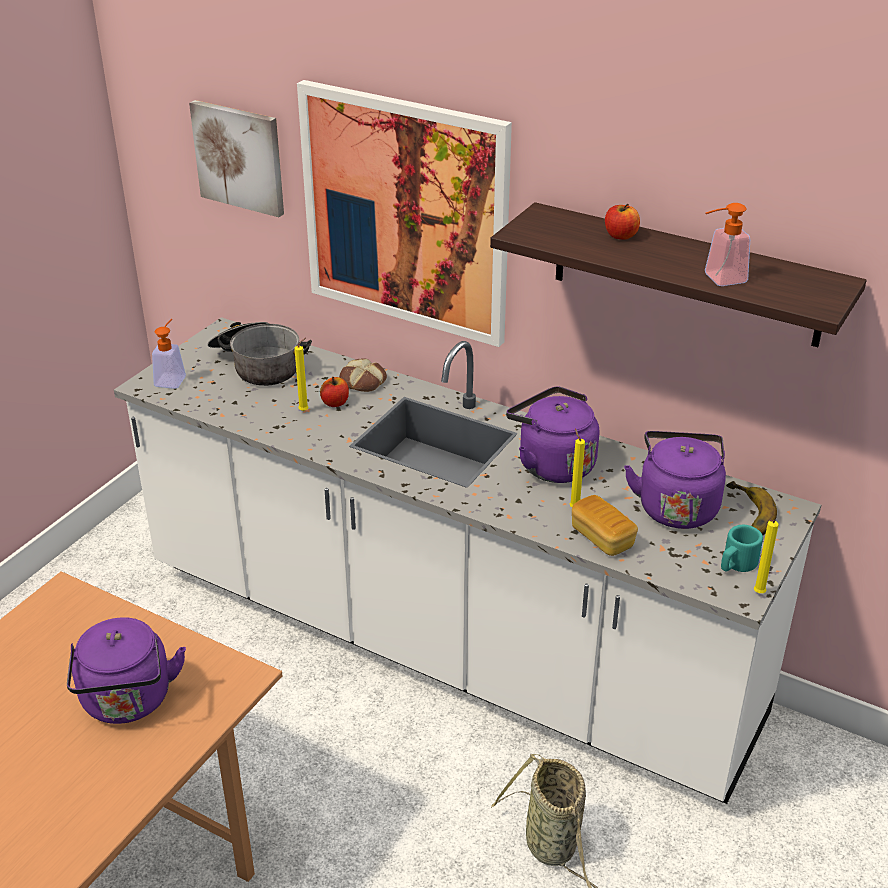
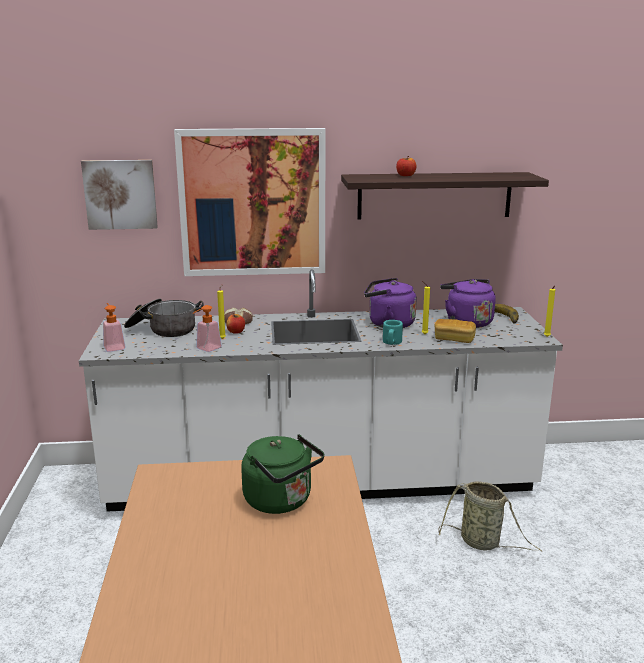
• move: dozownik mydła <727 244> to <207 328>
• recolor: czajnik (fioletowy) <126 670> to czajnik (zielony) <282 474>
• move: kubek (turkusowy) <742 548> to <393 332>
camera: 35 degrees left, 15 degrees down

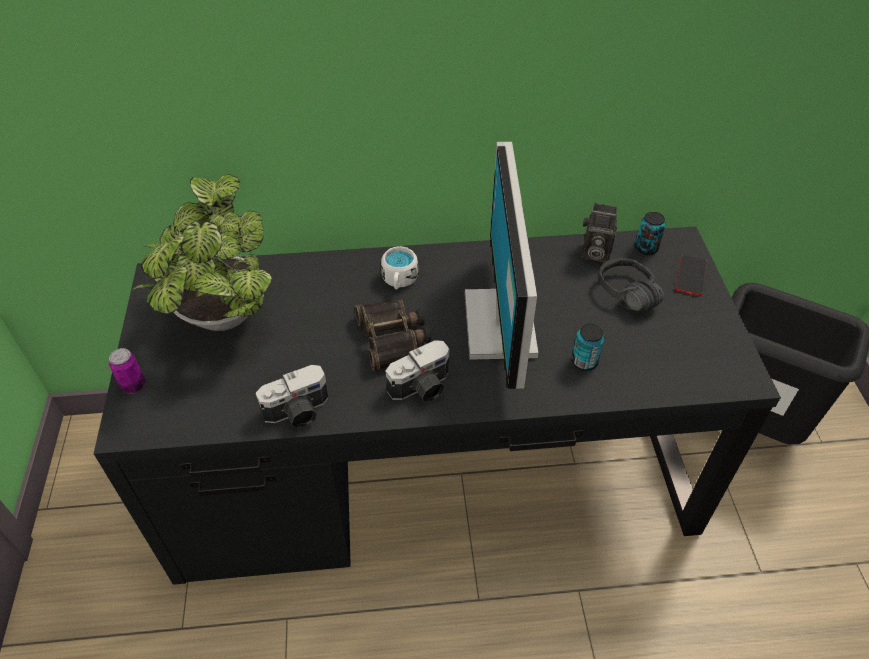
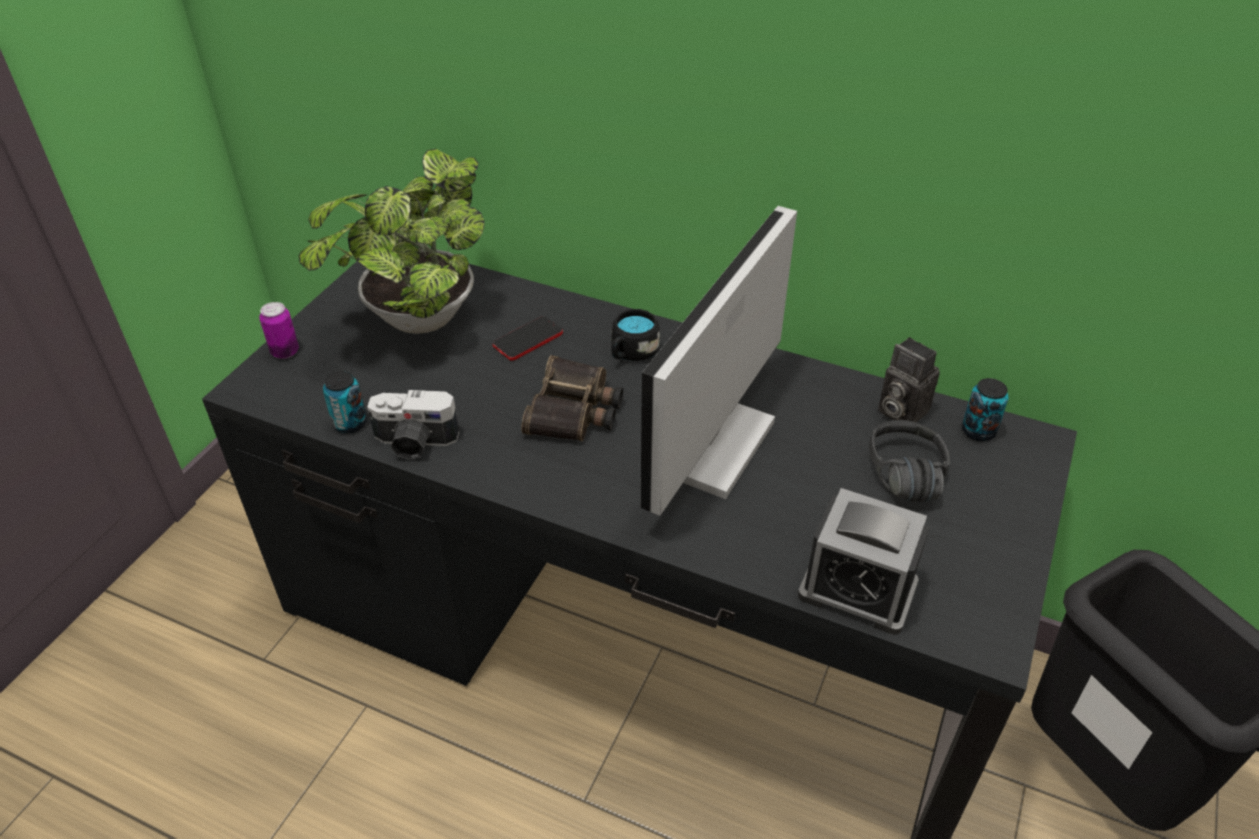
• move: puszka <588 347> to <345 402>
• move: telefon <691 275> to <528 338>
• recolor: kubek (biały) <400 268> to kubek (czarny) <635 335>
• insert: budzik <864 561>
• delete: aparat fotograficzny <418 371>
camera: 30 degrees right, 5 degrees down

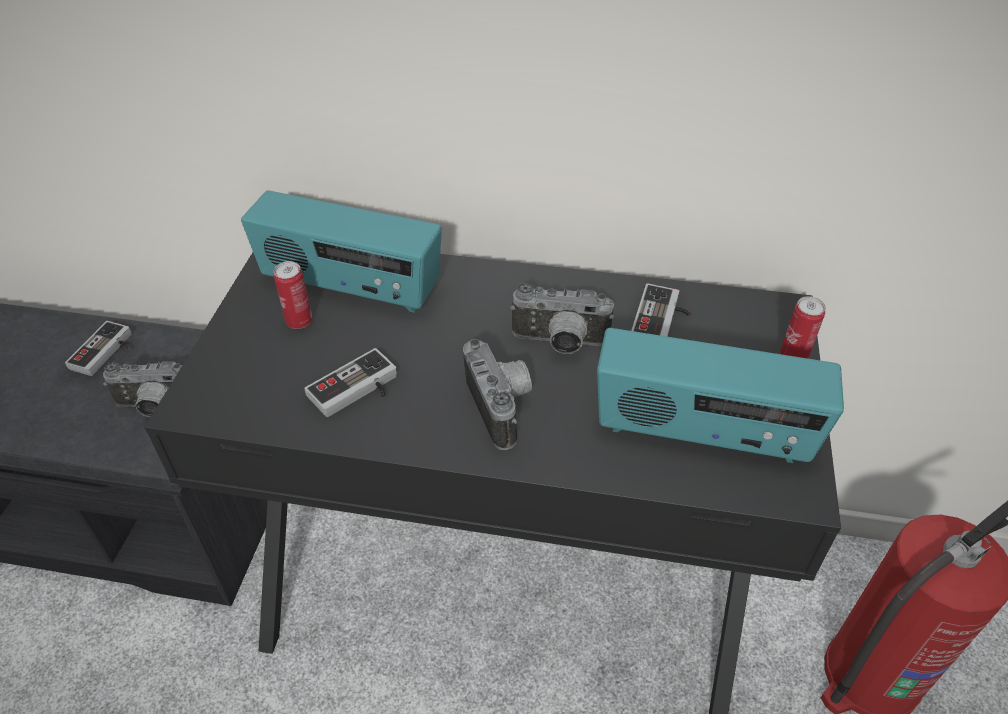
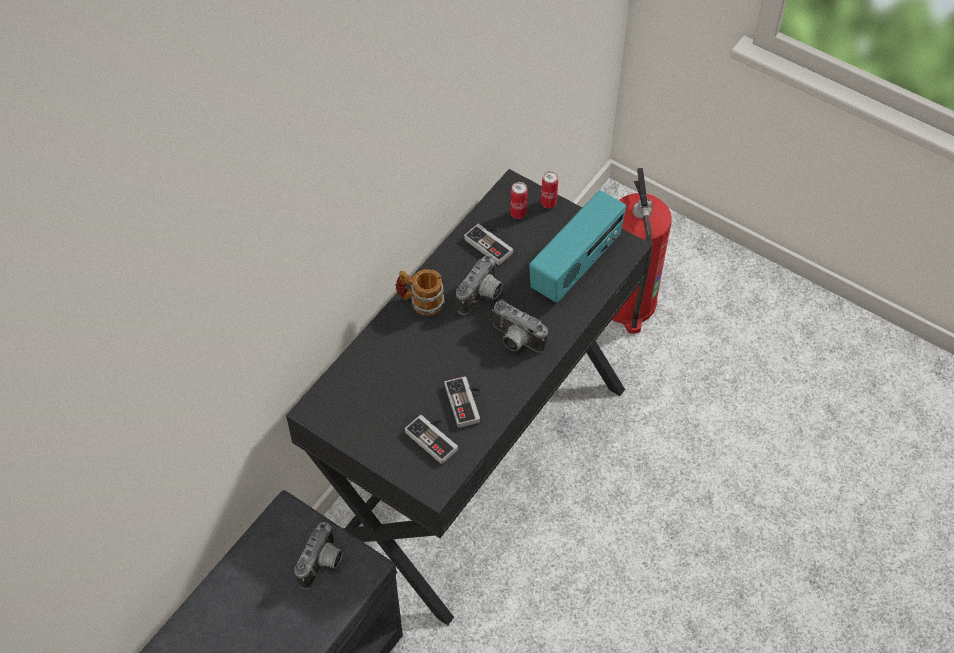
• insert: kubek <420 292>
• move: pad do gier <98 348> to <431 439>
• rotate: aparat fotograficzny <497 394> = <520 326> 150 degrees counterclockwise
• move: puszka <293 295> to <519 200>
• delete: radio <341 251>
camera: 65 degrees left, 10 degrees up

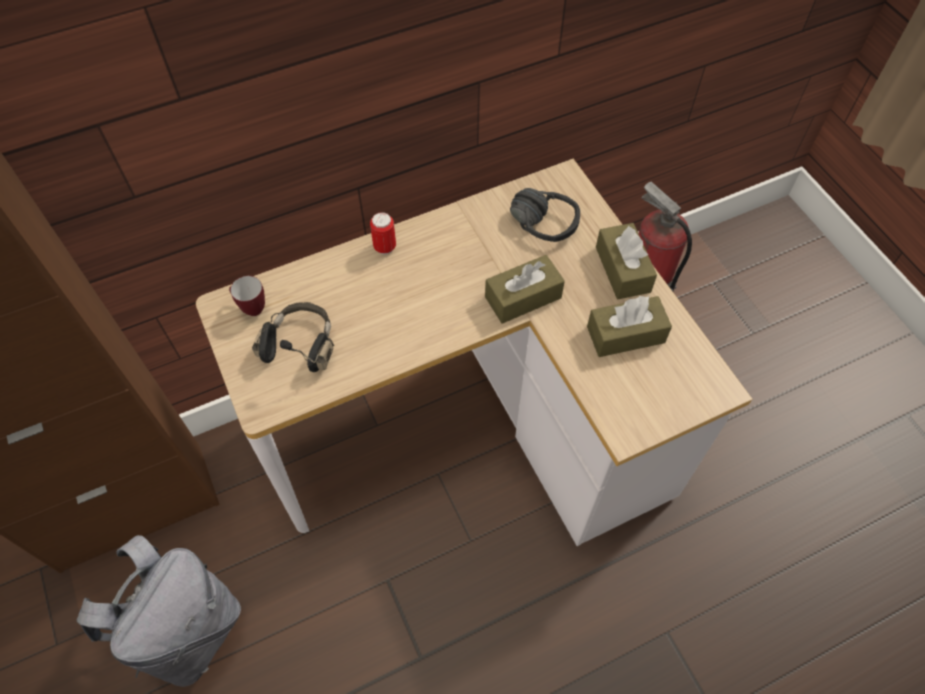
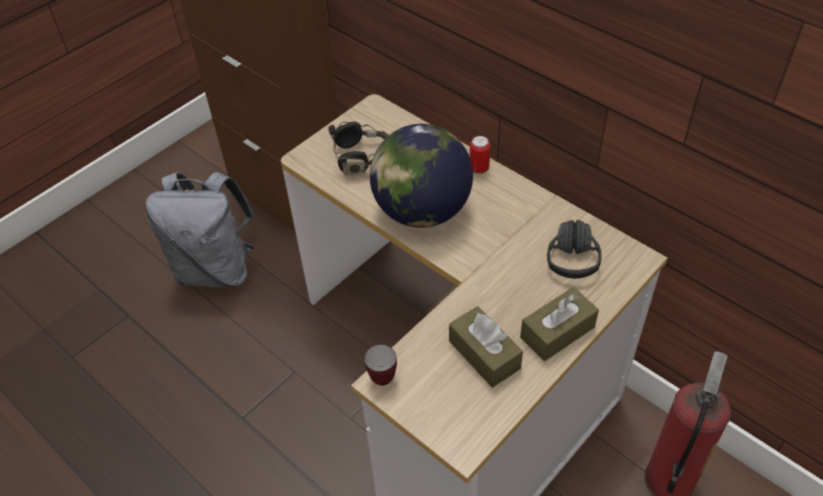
• move: kubek <247 296> to <380 365>
• insert: globus <421 176>
• delete: pudełko chusteczek (brązowy) <525 289>
camera: 70 degrees right, 10 degrees down

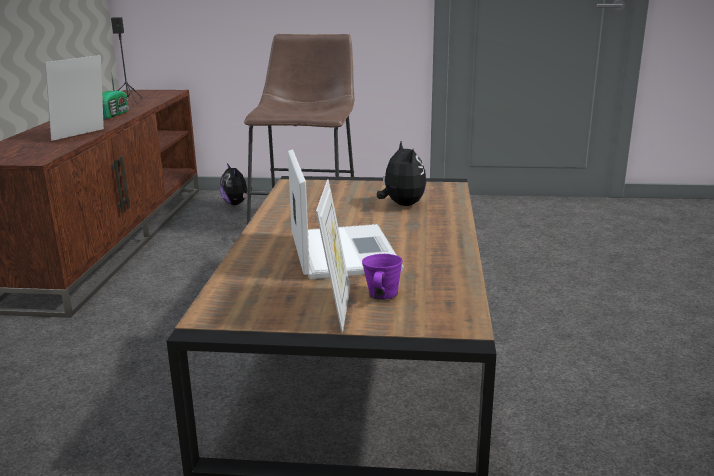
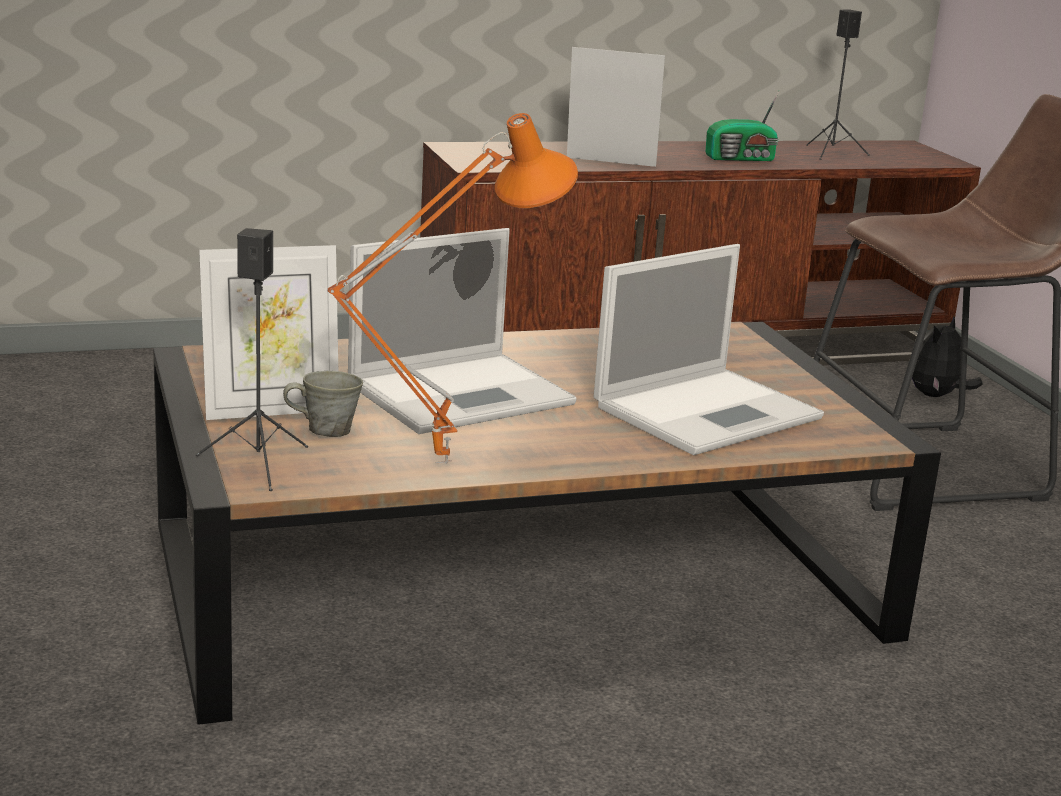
• insert: głośnik (czarny) <252 359>
• recolor: kubek (fioletowy) <382 277> to kubek (szary) <323 404>
• insert: lampa stołowa (pomarańczowy) <453 288>
• replace: pluszak <401 173> to laptop <709 349>
camera: 65 degrees right, 0 degrees up

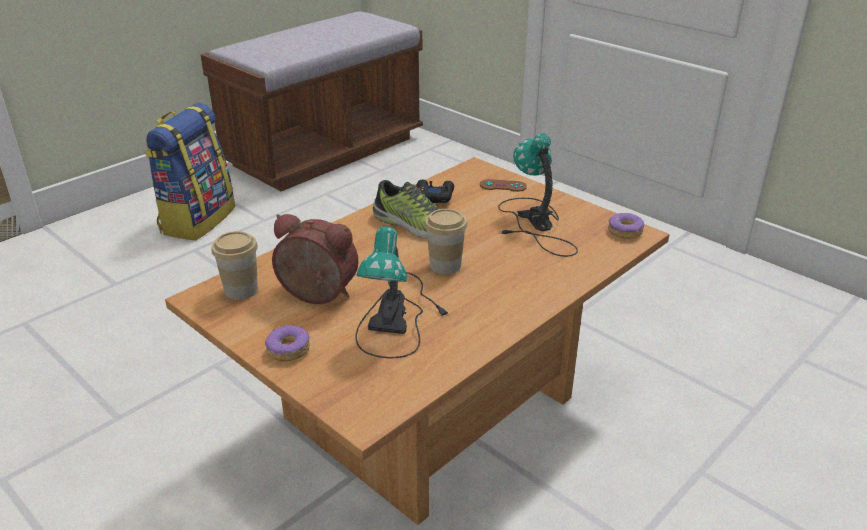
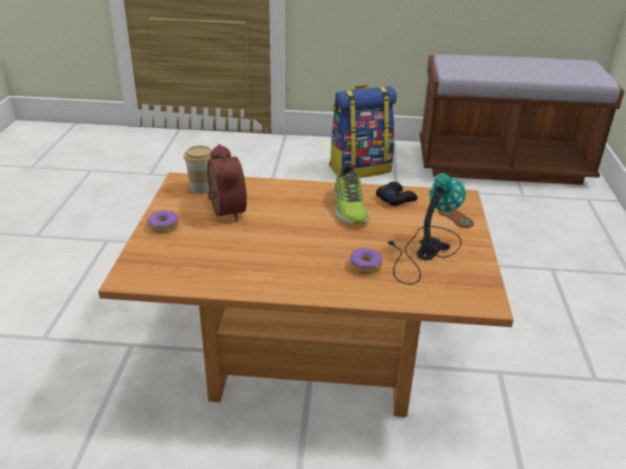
• move: donut <626 226> to <366 261>
• delete: lampa stołowa <402 292>
• delete: filiżanka <446 241>
camera: 50 degrees right, 0 degrees up

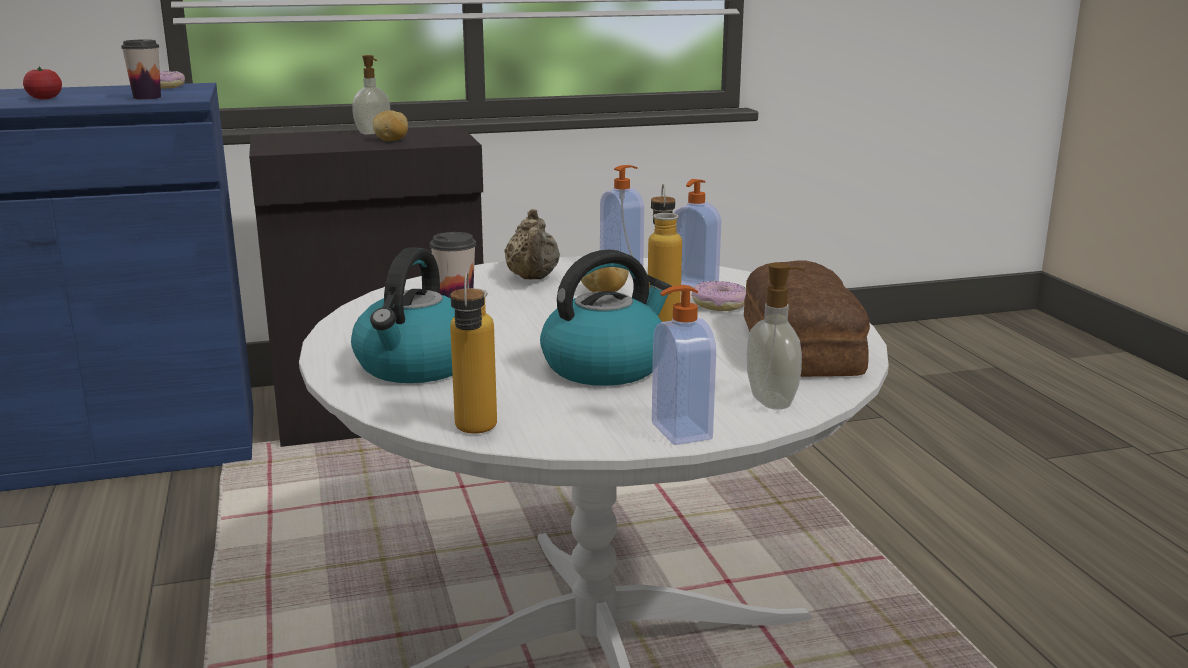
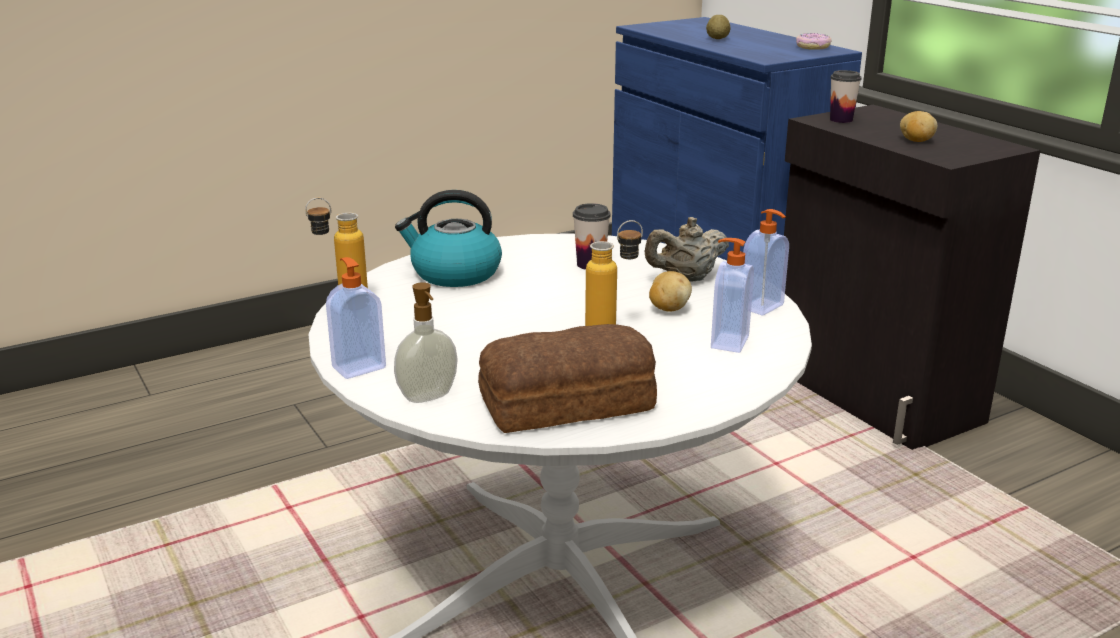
• replace: pomidor <42 82> to ziemniak <718 27>
• move: filiżanka <141 69> to <846 96>
• delete: dozownik mydła <372 95>
• delete: czajnik <606 317>
• delete: donut <718 296>
camera: 75 degrees right, 5 degrees up

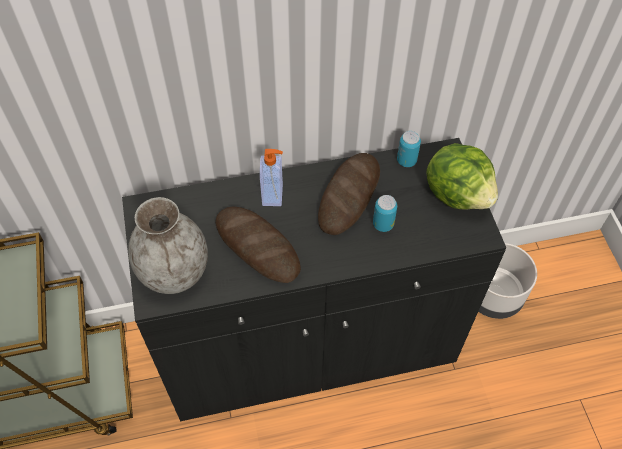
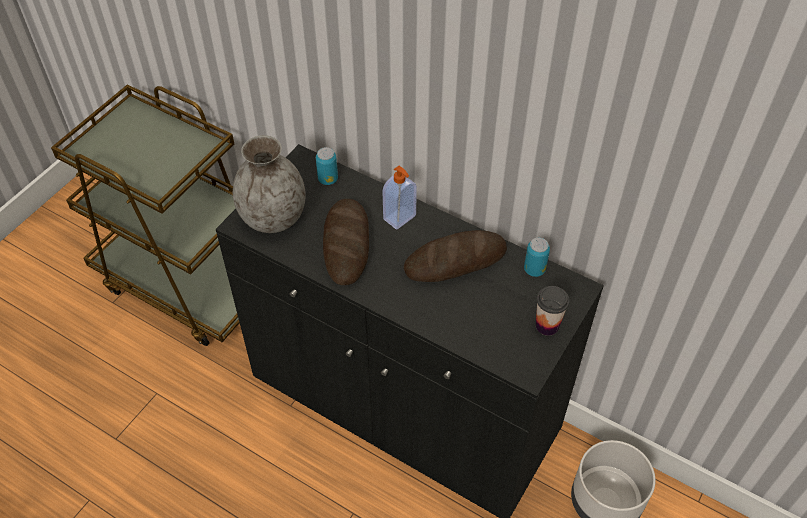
• move: puszka <385 213> to <327 166>
• replace: sałata <462 176> to filiżanka <553 310>
camera: 45 degrees right, 5 degrees down

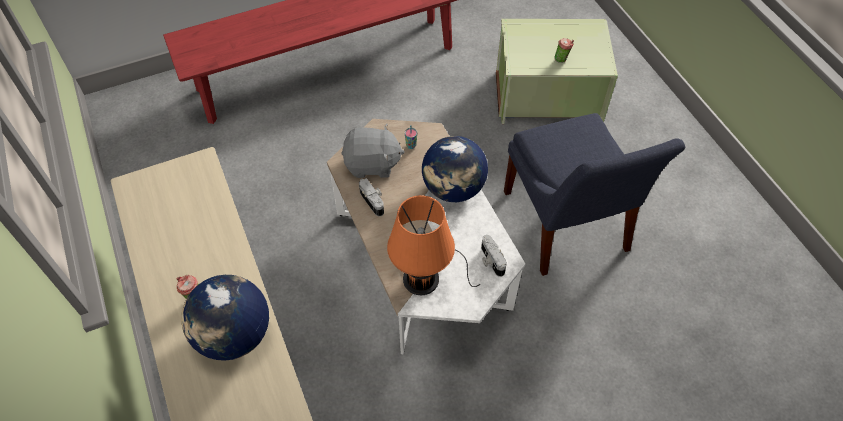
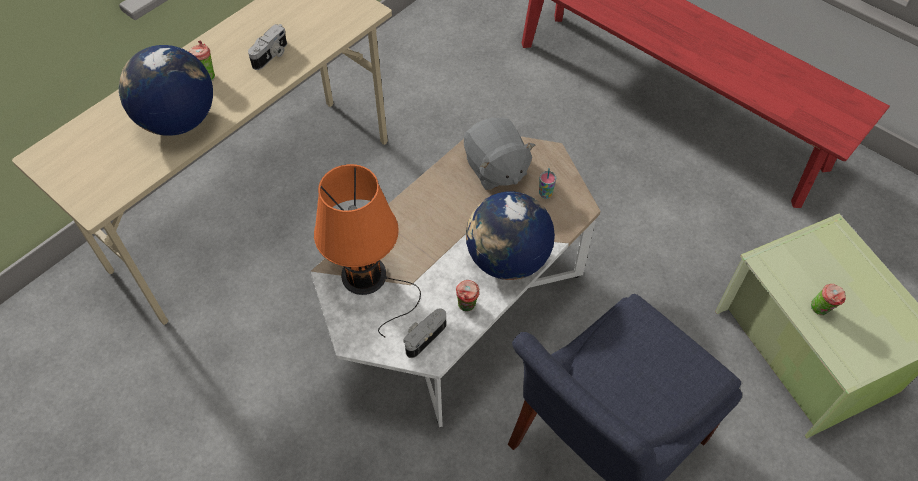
• move: aparat fotograficzny <371 197> to <267 47>
• insert: filiżanka <467 296>
camera: 65 degrees right, 0 degrees up

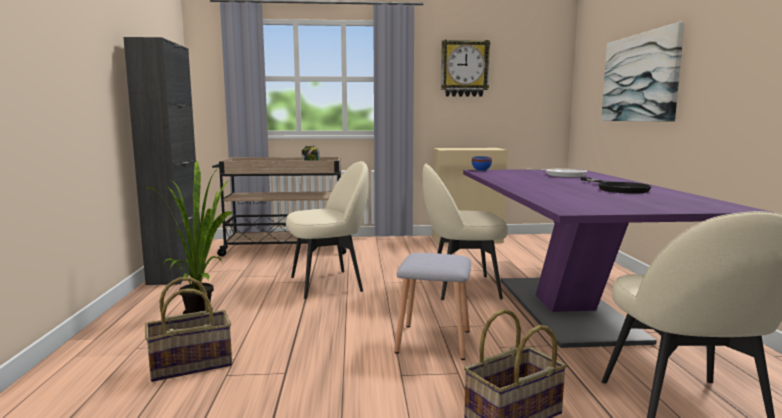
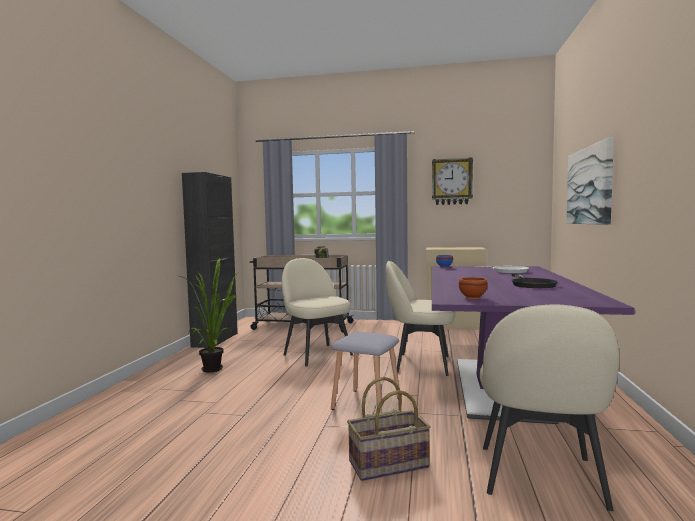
• rotate: krzesło (beżowy) <327 230> = <317 312> 120 degrees counterclockwise
• insert: miska (brązowy) <473 288>
• delete: koszyk <188 329>
camera: 15 degrees right, 5 degrees down

